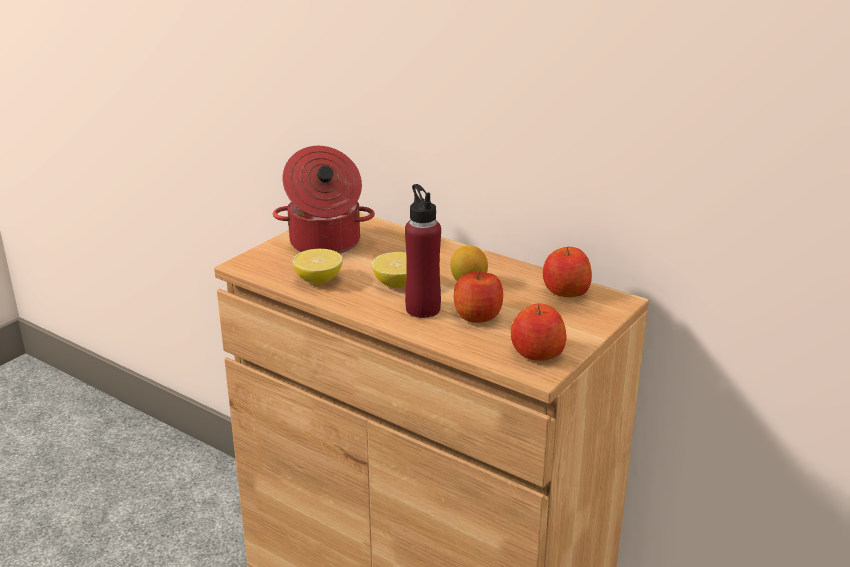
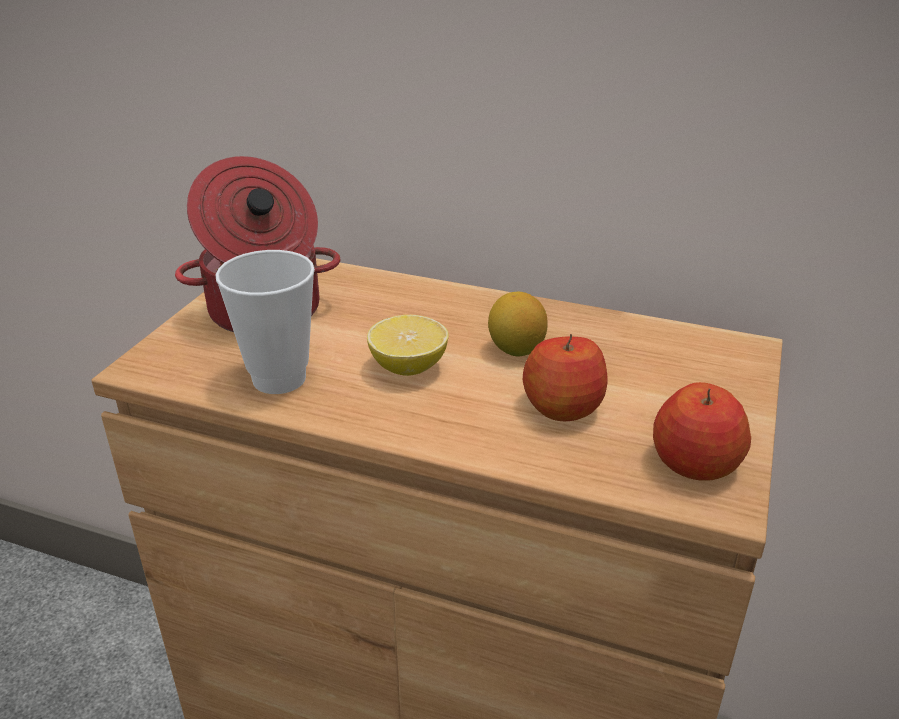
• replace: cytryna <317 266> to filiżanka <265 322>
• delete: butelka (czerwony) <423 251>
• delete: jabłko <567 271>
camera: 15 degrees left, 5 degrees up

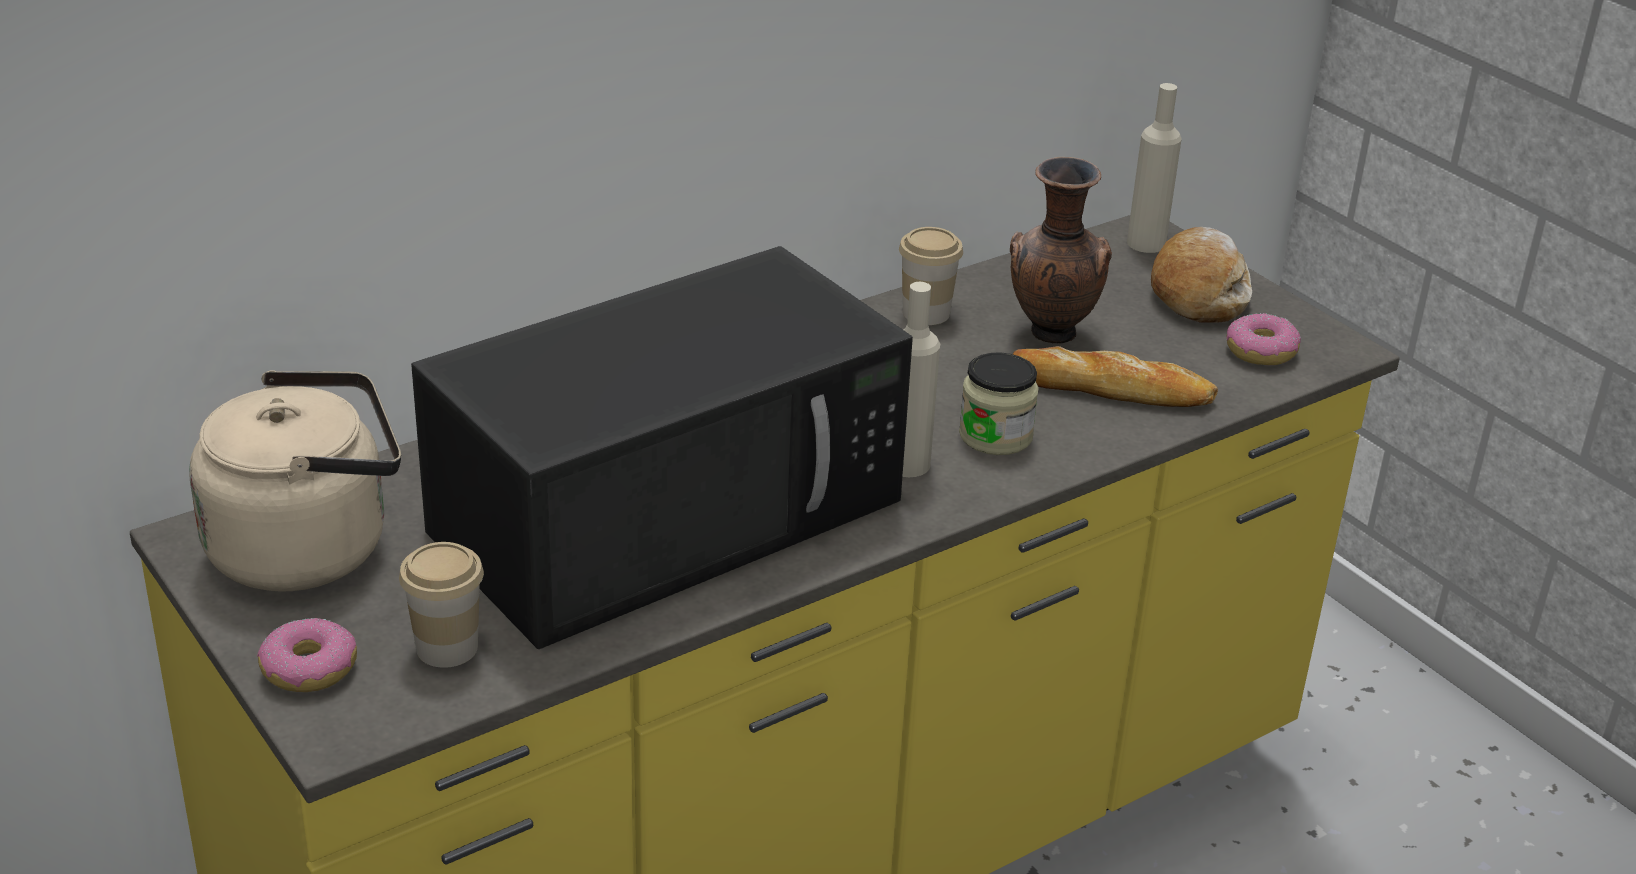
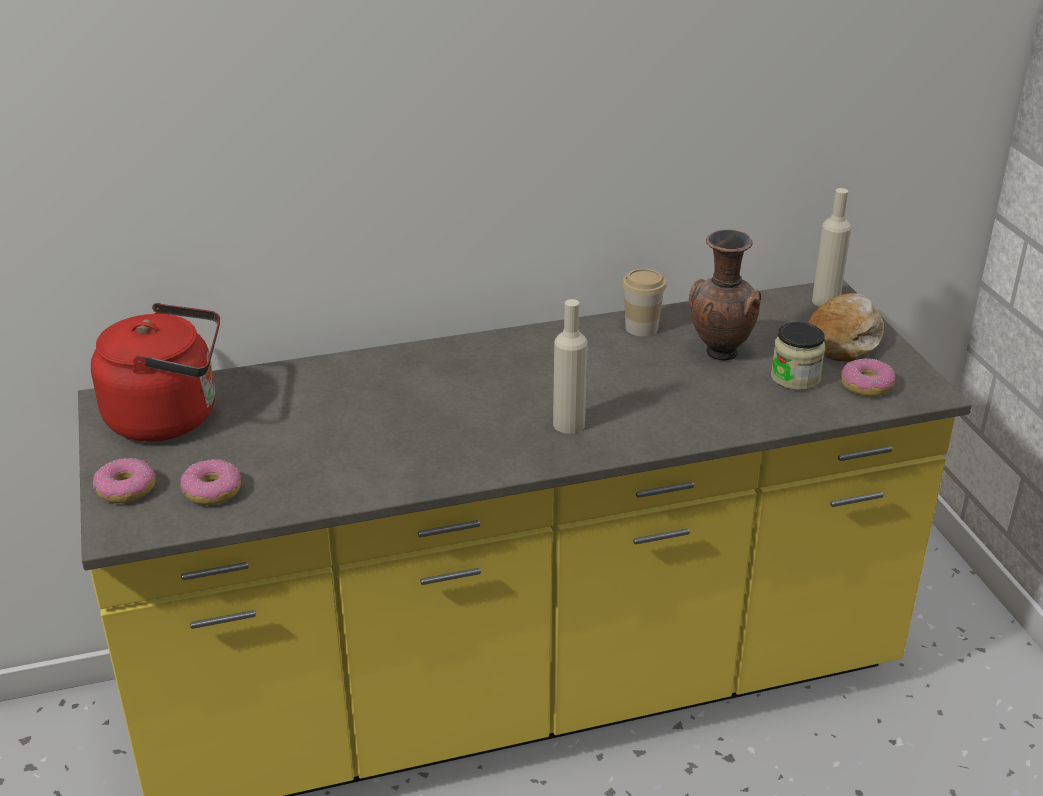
• recolor: czajnik (beżowy) <295 481> to czajnik (czerwony) <155 372>
• replace: filiżanka <441 605> to donut <210 482>
• move: słoik <999 403> to <798 356>
• delete: mikrofalówka (czarny) <662 447>
• delete: chleb <1115 376>
camera: 20 degrees right, 0 degrees up

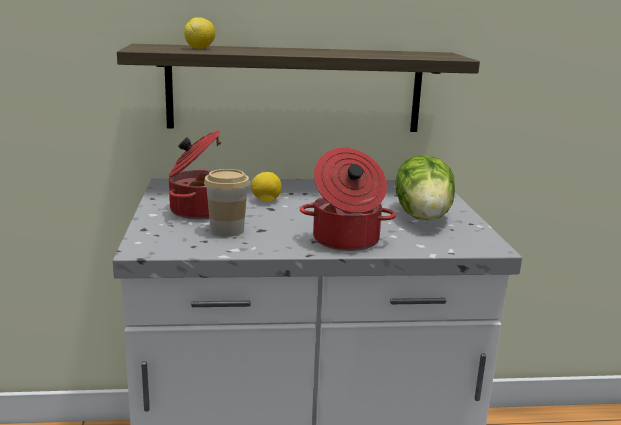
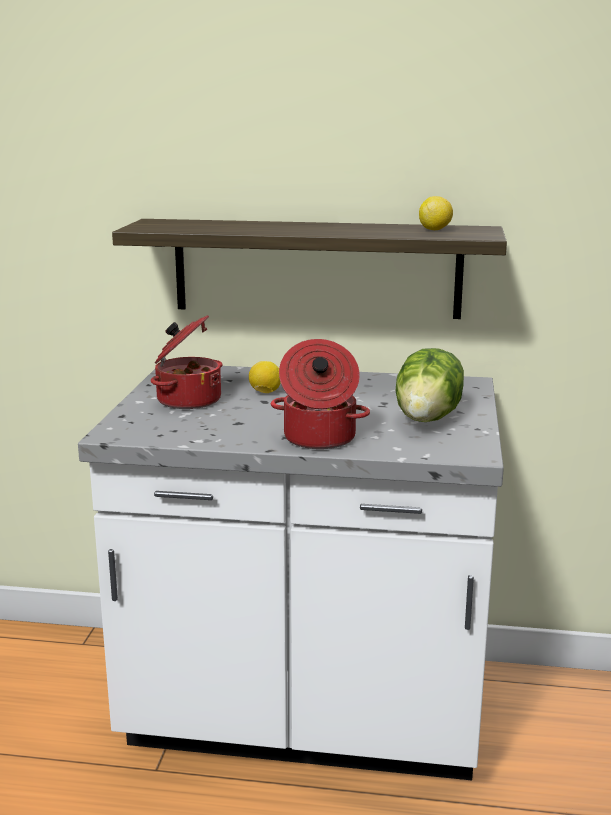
• move: cytryna <199 33> to <436 213>
• delete: filiżanka <227 203>
camera: 15 degrees right, 0 degrees up

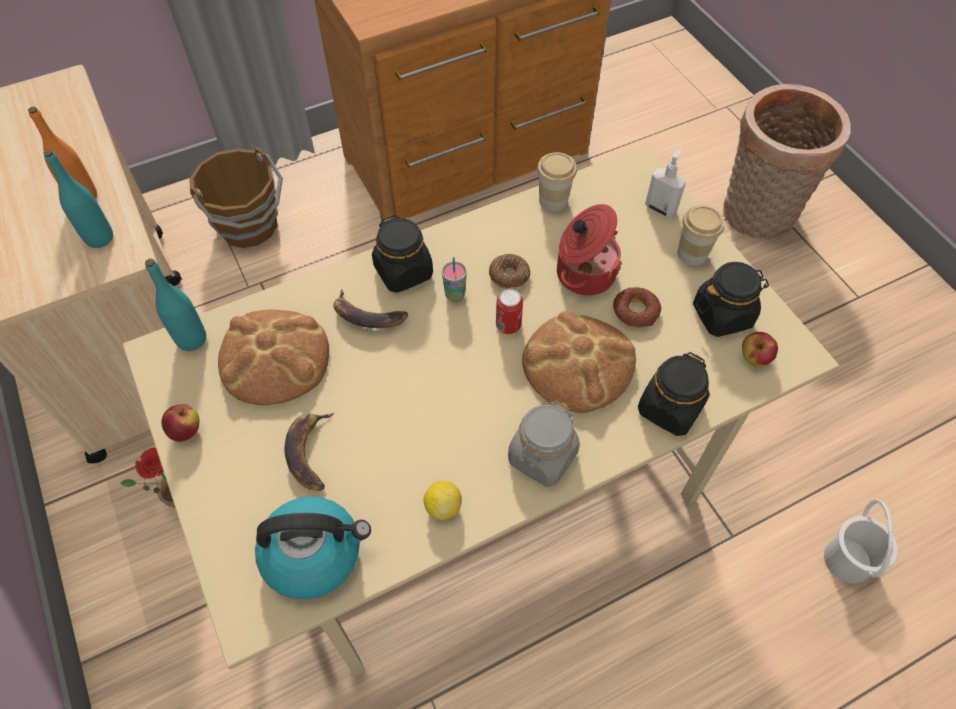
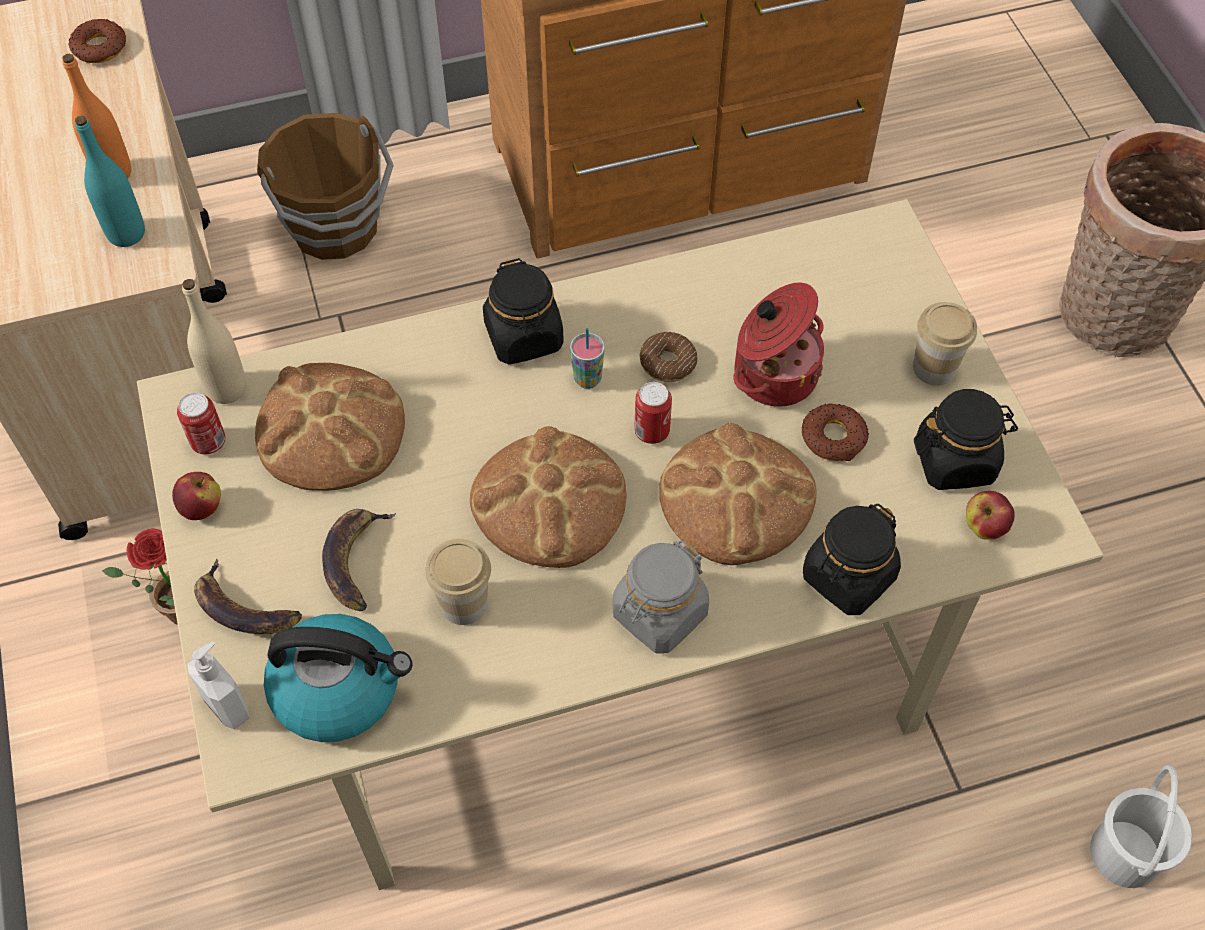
• insert: donut <97 41>
• insert: puszka <201 423>
• recolor: butelka (turkusowy) <175 305> to butelka (beżowy) <214 341>
• move: dozownik mydła <665 183> to <218 685>
• move: banan <370 308> to <248 596>
• move: filiżanka <557 182> to <458 582>
• insert: chleb <548 497>
• delete: cytryna <443 500>
camera: 10 degrees right, 0 degrees up

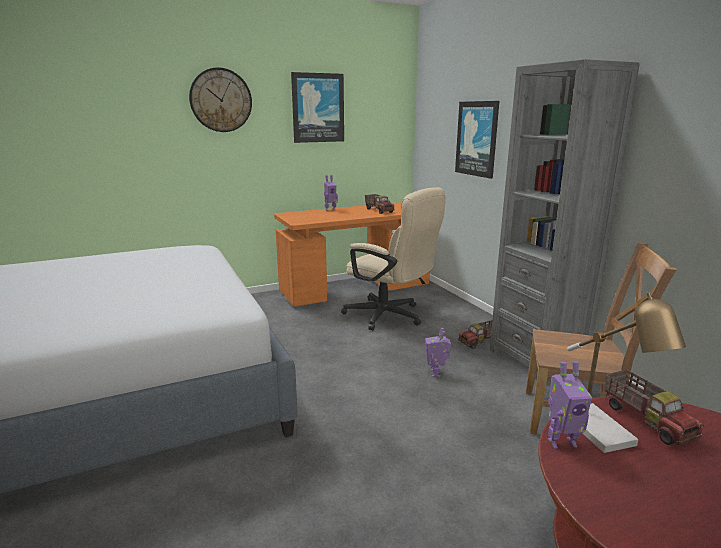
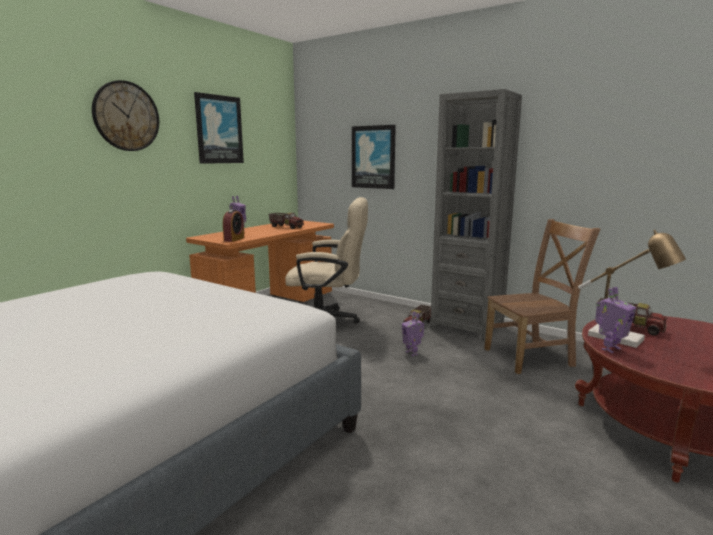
• insert: budzik <233 226>
camera: 30 degrees left, 5 degrees down

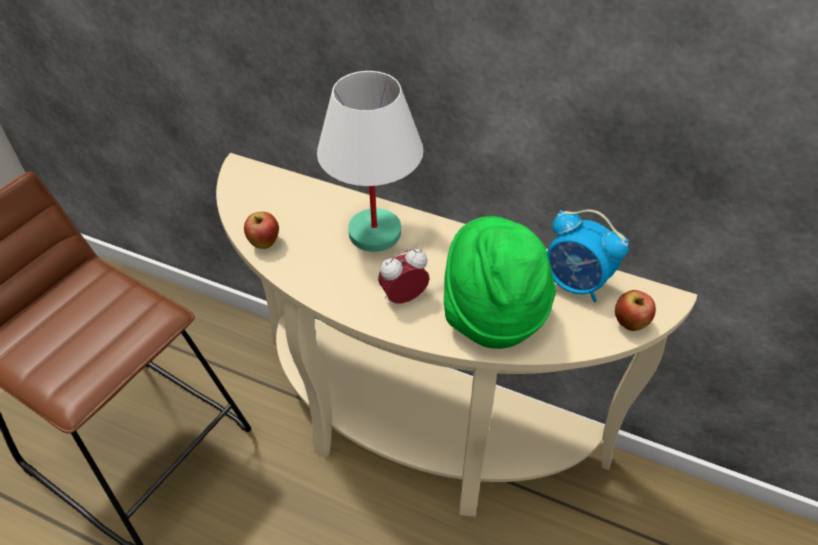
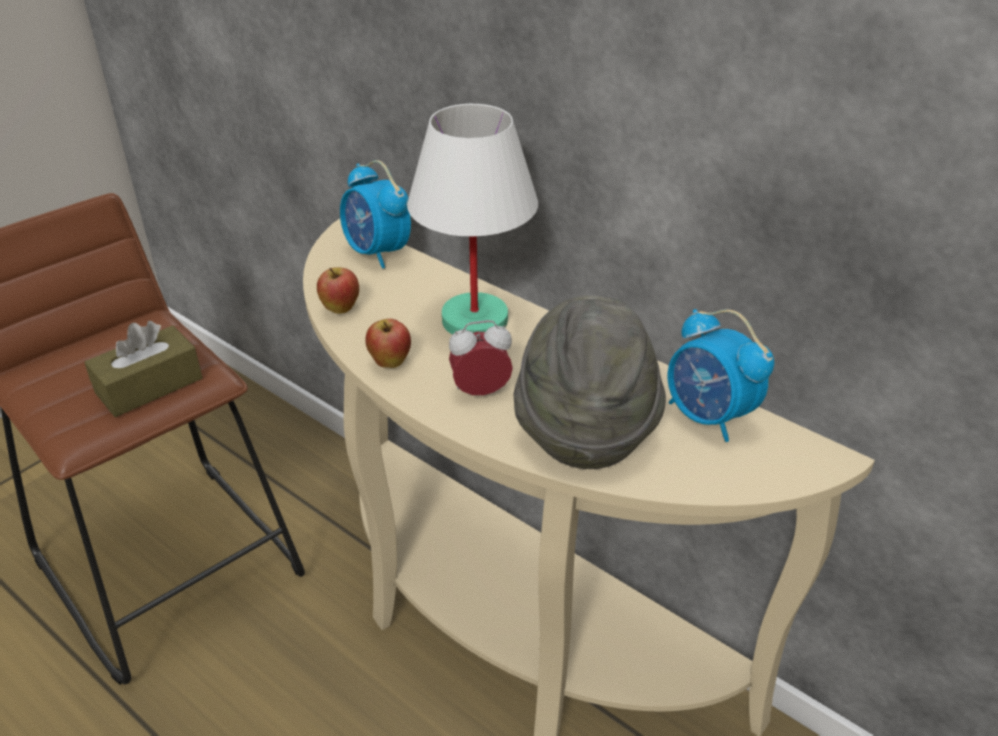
• insert: pudełko chusteczek (brązowy) <143 369>
• insert: budzik <375 214>
• move: jabłko <635 310> to <388 343>
• recolor: kapelusz (zielony) <500 282> to kapelusz (szary) <590 382>
camera: 15 degrees right, 10 degrees down

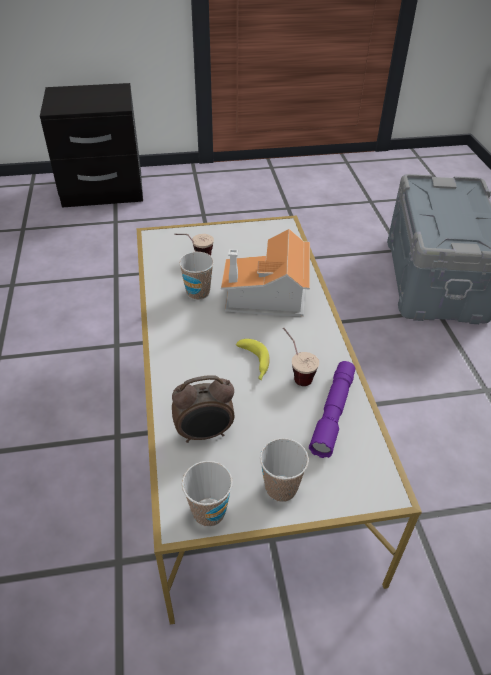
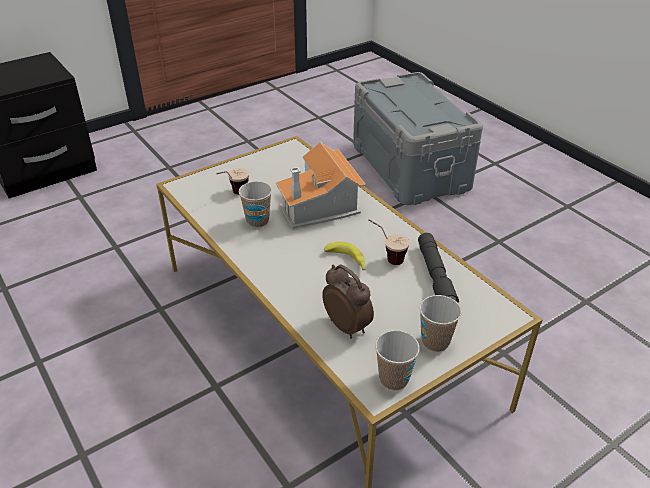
• rotate: budzik <203 409> = <348 301> 90 degrees counterclockwise
• recolor: latarka (fioletowy) <332 409> to latarka (szary) <438 268>
camera: 25 degrees left, 5 degrees down

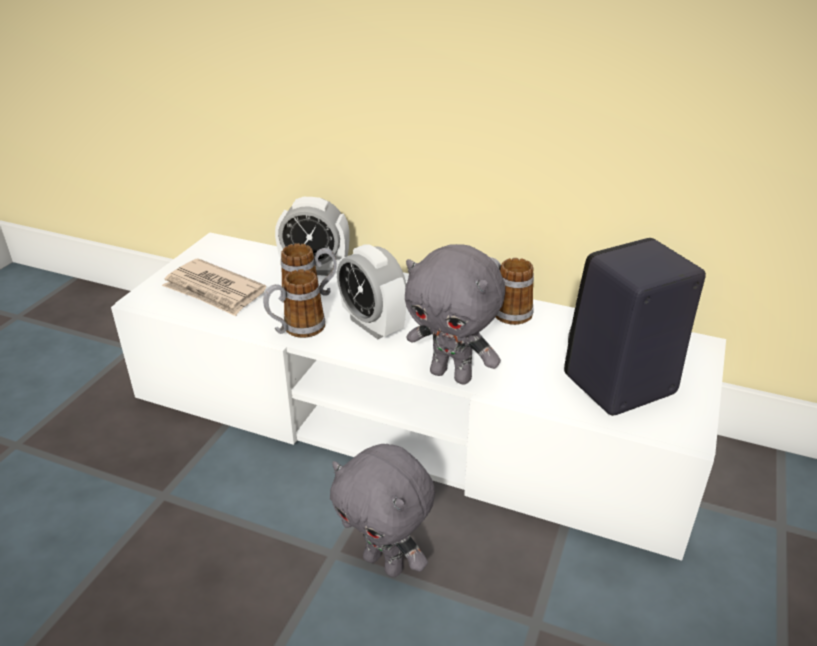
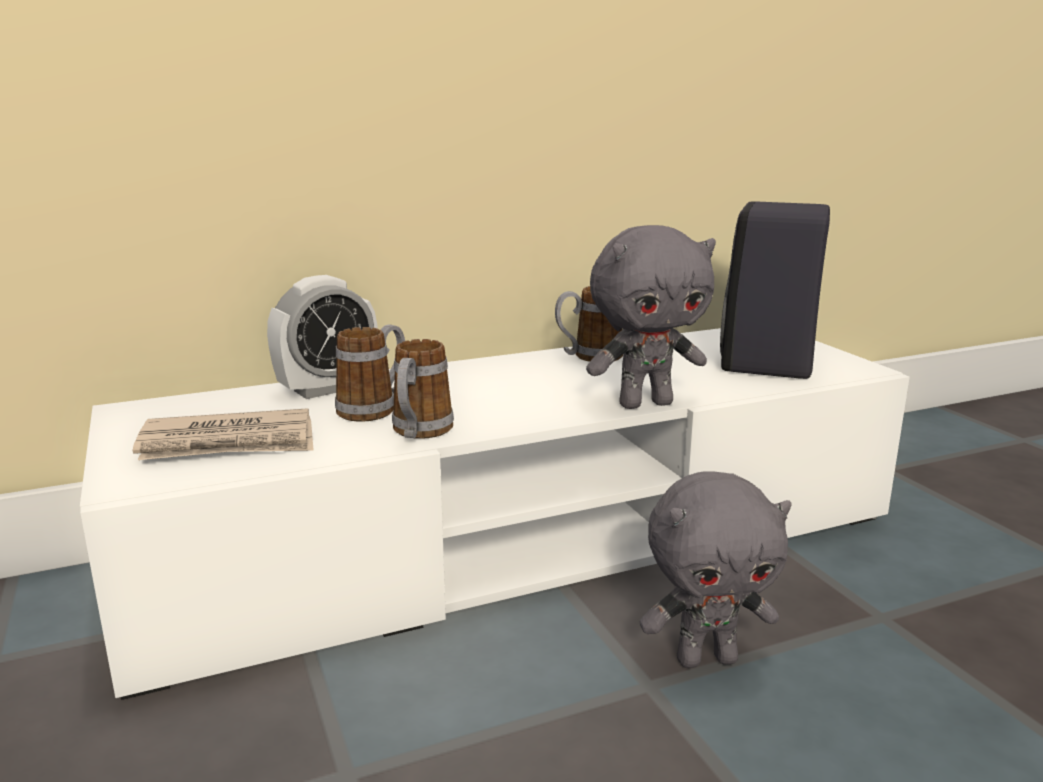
• delete: budzik <371 292>
camera: 45 degrees left, 15 degrees down

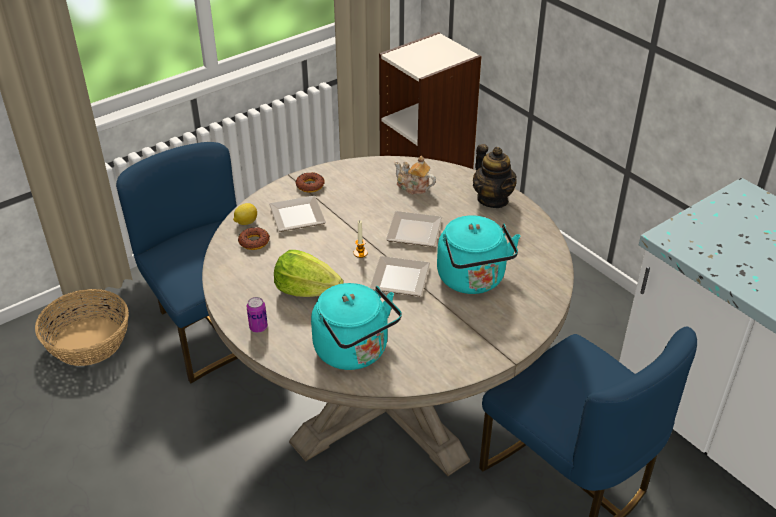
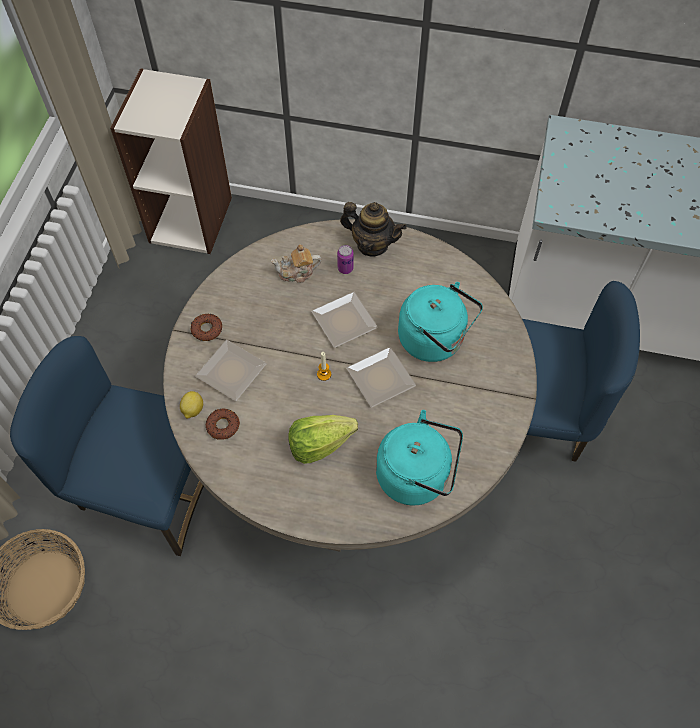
• move: puszka <257 315> to <345 259>
camera: 40 degrees left, 20 degrees up

